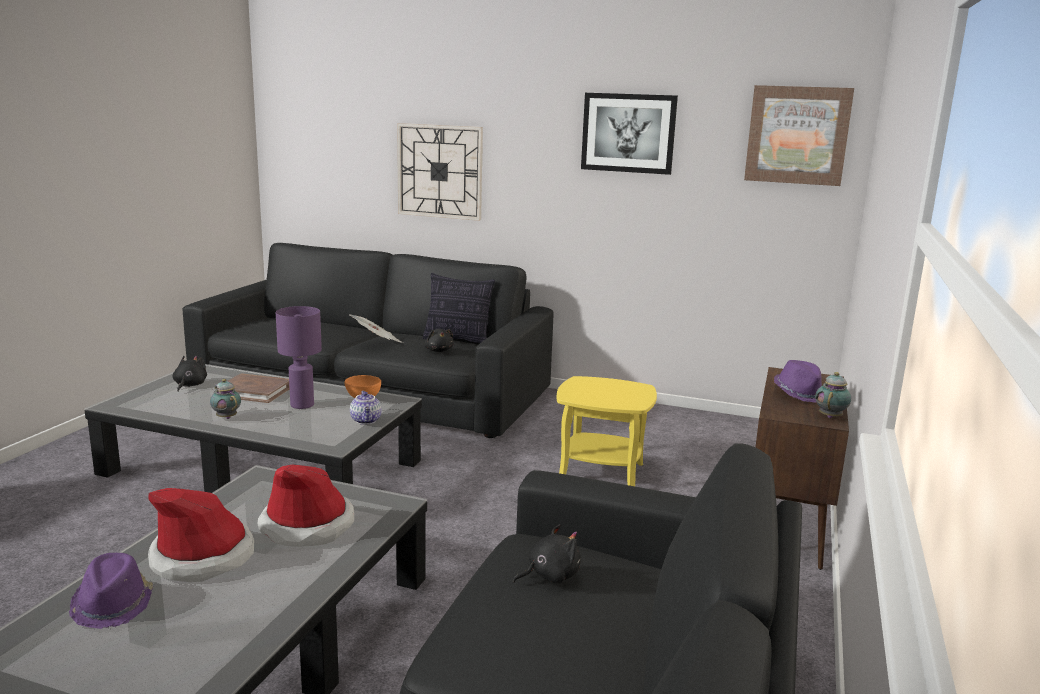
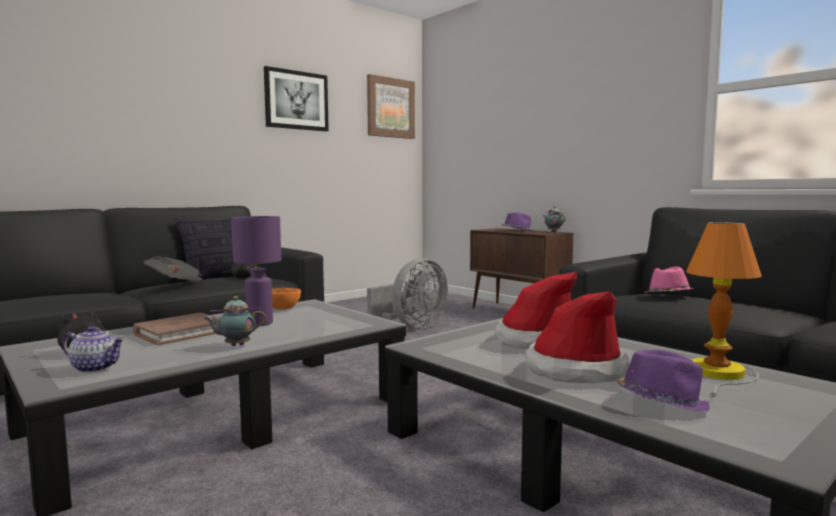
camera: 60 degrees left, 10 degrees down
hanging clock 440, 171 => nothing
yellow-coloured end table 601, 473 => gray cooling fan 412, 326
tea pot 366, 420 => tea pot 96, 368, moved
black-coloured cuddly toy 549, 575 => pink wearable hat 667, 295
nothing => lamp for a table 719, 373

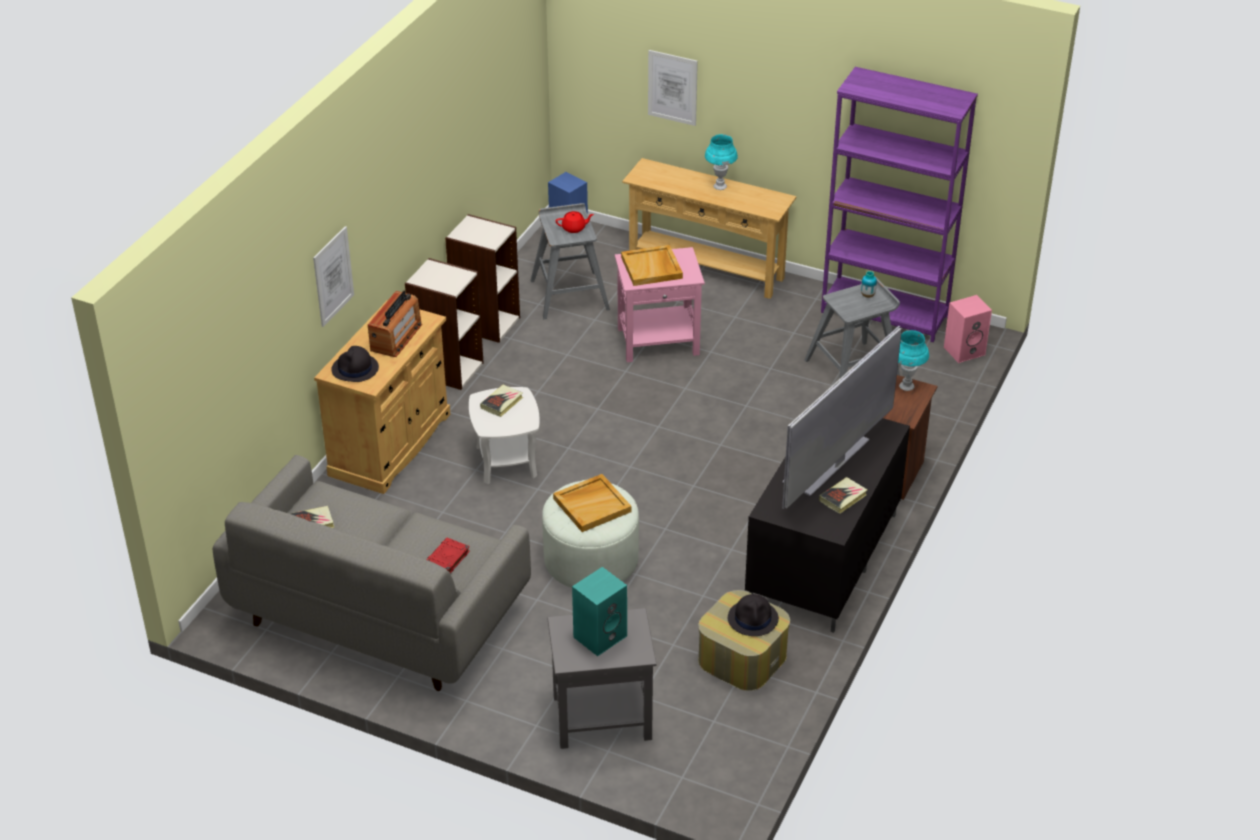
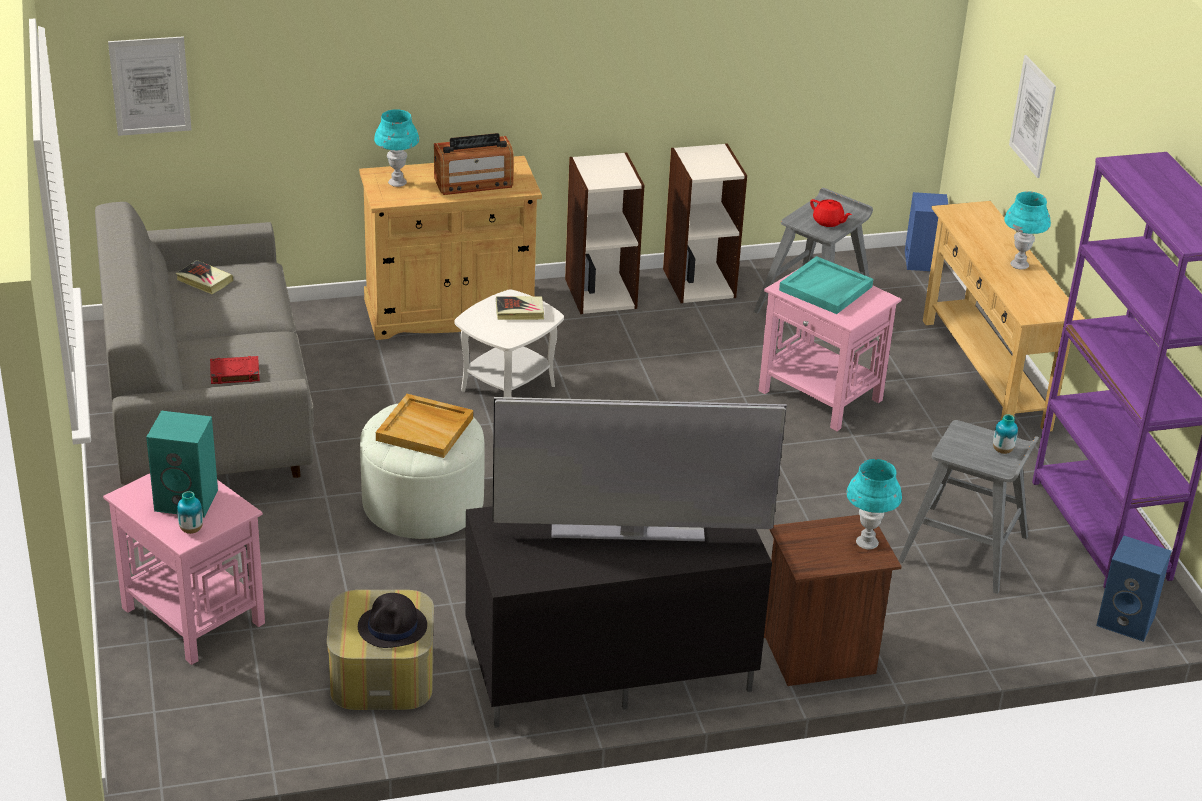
camera: 50 degrees right, 5 degrees down
wall art 333, 276 => wall art 150, 86, moved
beige serving tray 652, 268 => turquoise serving tray 826, 289
pink loudspeaker 964, 350 => blue-coloured loudspeaker 1127, 621
black-coloured wearable hat 355, 369 => turquoise lamp for a table 397, 182
book 843, 498 => nothing
gray end table 600, 717 => pink end table 192, 615
nothing => vase 191, 530

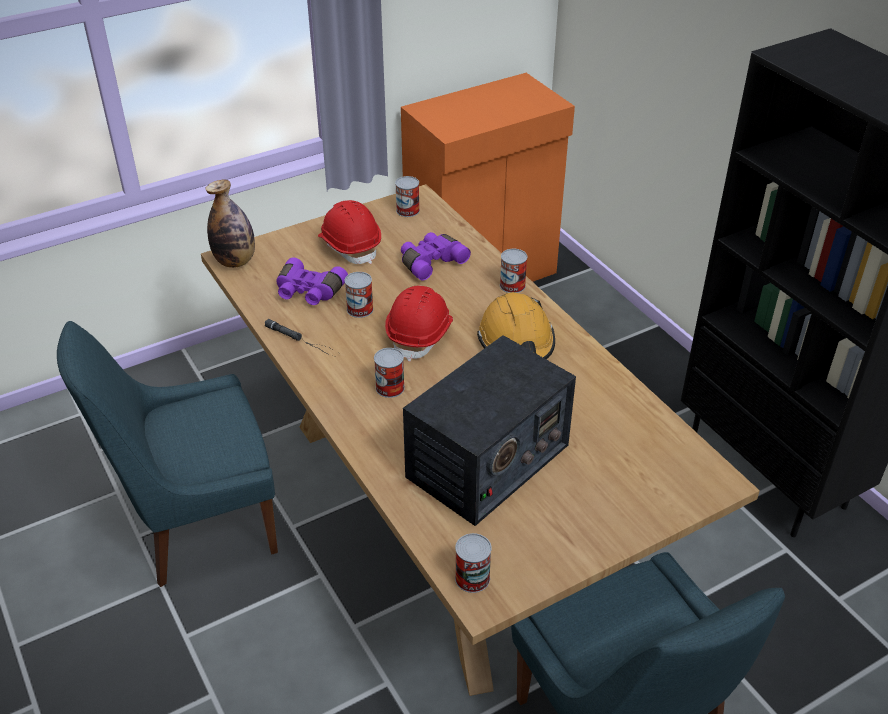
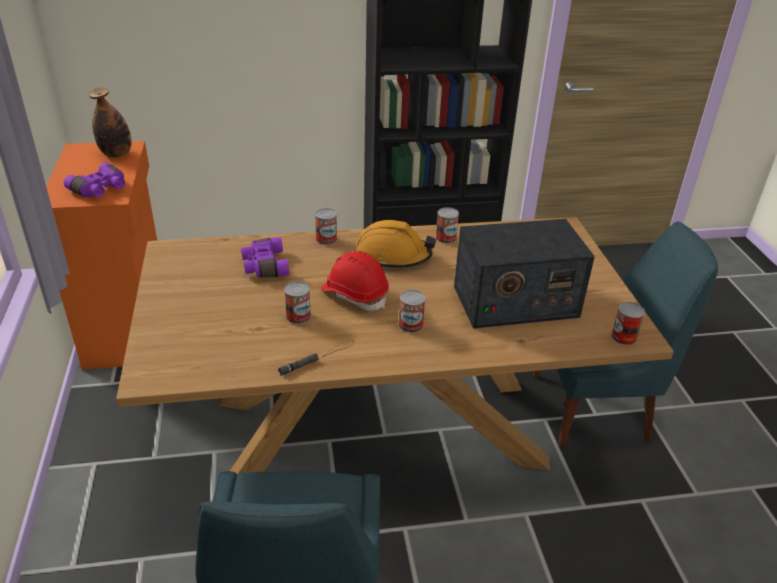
camera: 70 degrees left, 5 degrees down
metal can 407, 210 => metal can 446, 238, moved
beverage bottle 235, 261 => beverage bottle 116, 154, moved
red work helmet 350, 246 => nothing
purple-coloured field glasses 308, 292 => purple-coloured field glasses 100, 190, moved
radio receiver 487, 461 => radio receiver 514, 301, 105 degrees clockwise

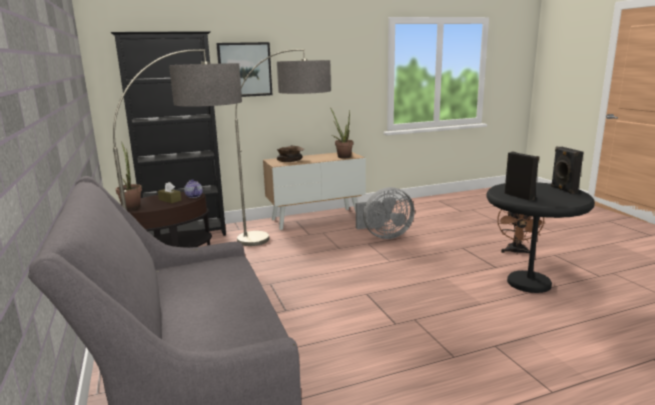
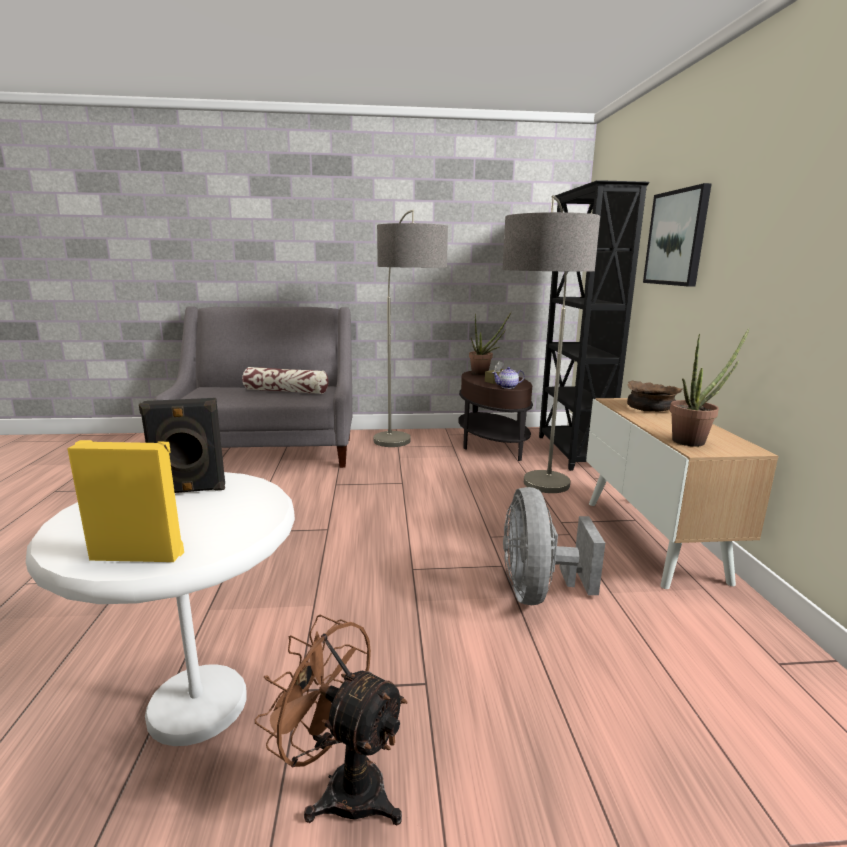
camera: 105 degrees right, 0 degrees up
black-coloured loudspeaker 563, 189 => yellow-coloured loudspeaker 139, 554
black-coloured end table 529, 283 => white end table 197, 705
nothing => throw pillow 286, 391

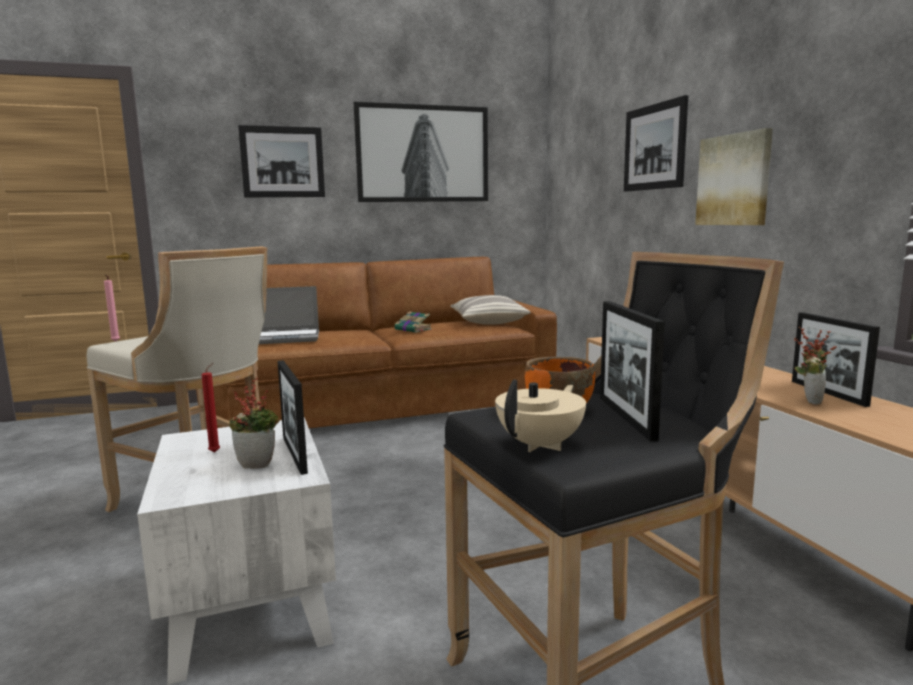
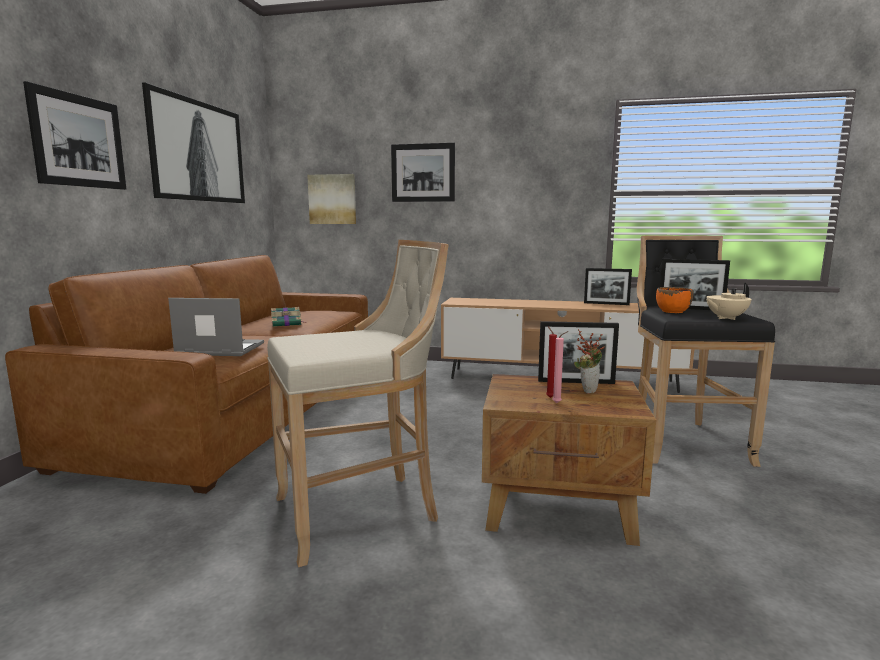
camera: 60 degrees left, 0 degrees up
wall art 734, 180 => wall art 332, 199, moved
pink wax light 115, 342 => pink wax light 558, 403, moved
notebook computer 288, 338 => notebook computer 219, 350, 105 degrees counterclockwise
throw pillow 488, 322 => nothing
plant in a pot 809, 400 => nothing
beige tea pot 541, 445 => beige tea pot 725, 318, 90 degrees counterclockwise
white end table 249, 605 => brown-coloured end table 560, 508

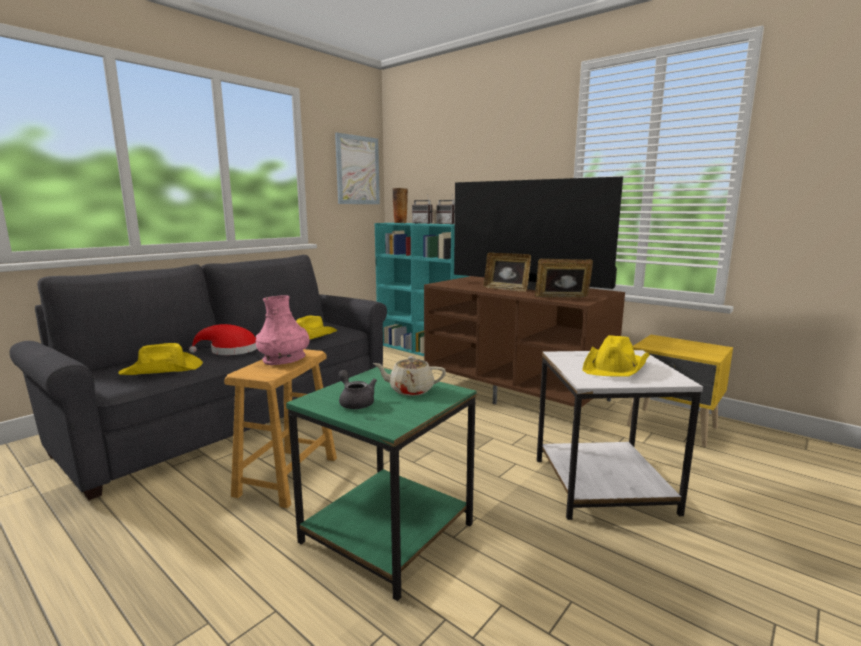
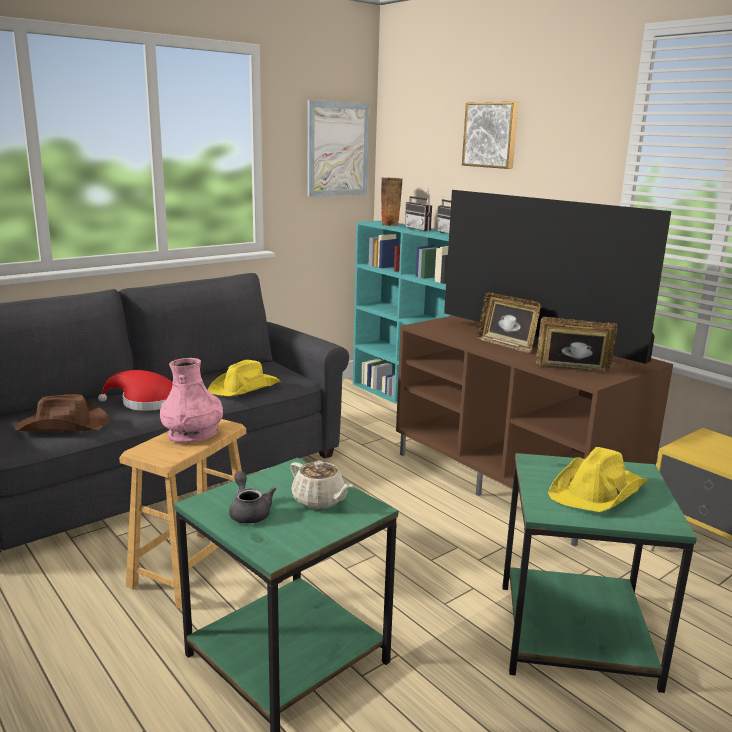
camera: 10 degrees right, 5 degrees up
yellow-coloured wearable hat 163, 369 => brown-coloured wearable hat 64, 425
white end table 603, 484 => green end table 576, 633
beige tea pot 410, 390 => beige tea pot 319, 501, 150 degrees counterclockwise
nothing => wall art 491, 135

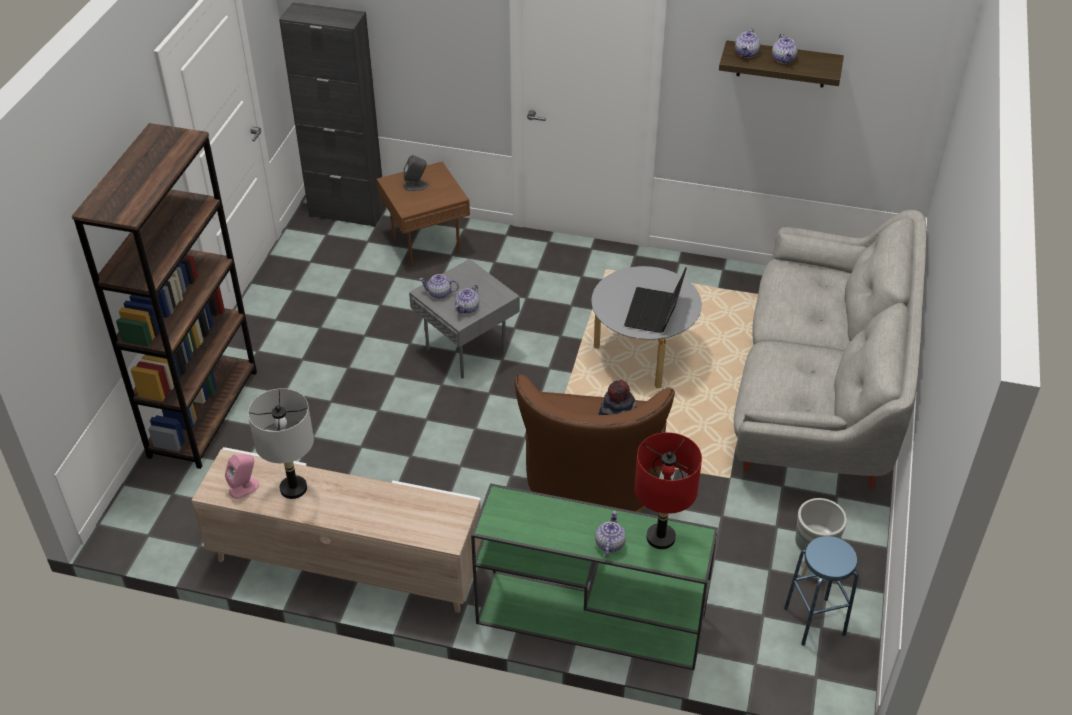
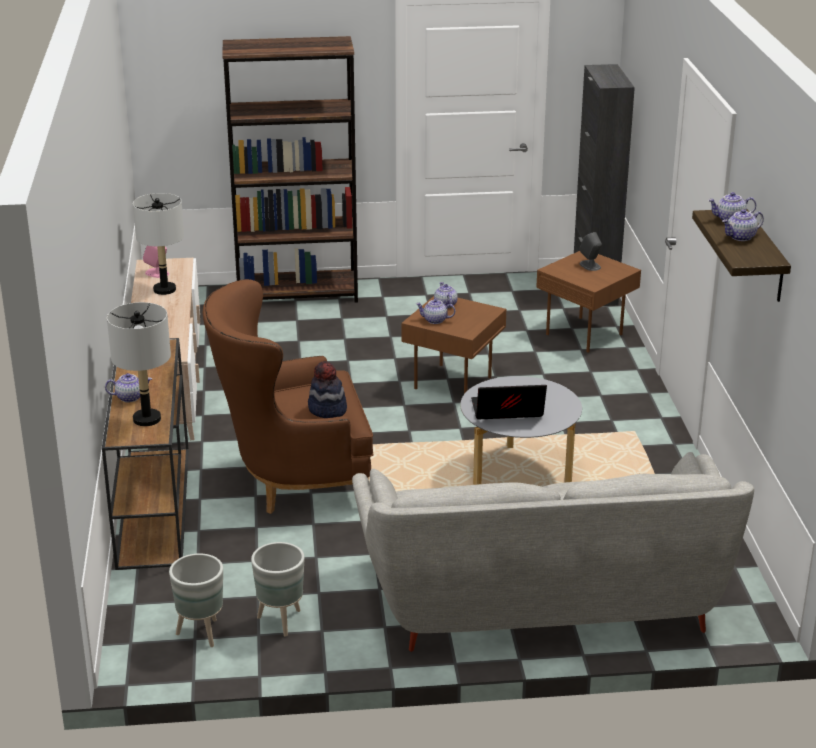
camera: 70 degrees right, 15 degrees down
gray end table 468, 350 => brown-coloured end table 453, 384
red lamp for a table 661, 537 => gray lamp for a table 147, 419
green narrow table 588, 619 => brown-coloured narrow table 153, 504
blue-coloured sitting stool 814, 621 => gray plant pot 201, 633

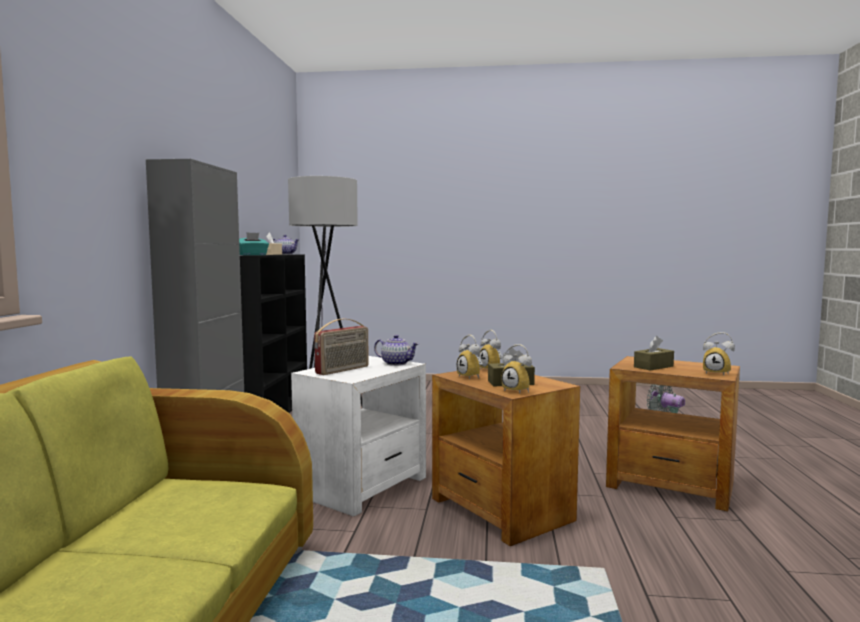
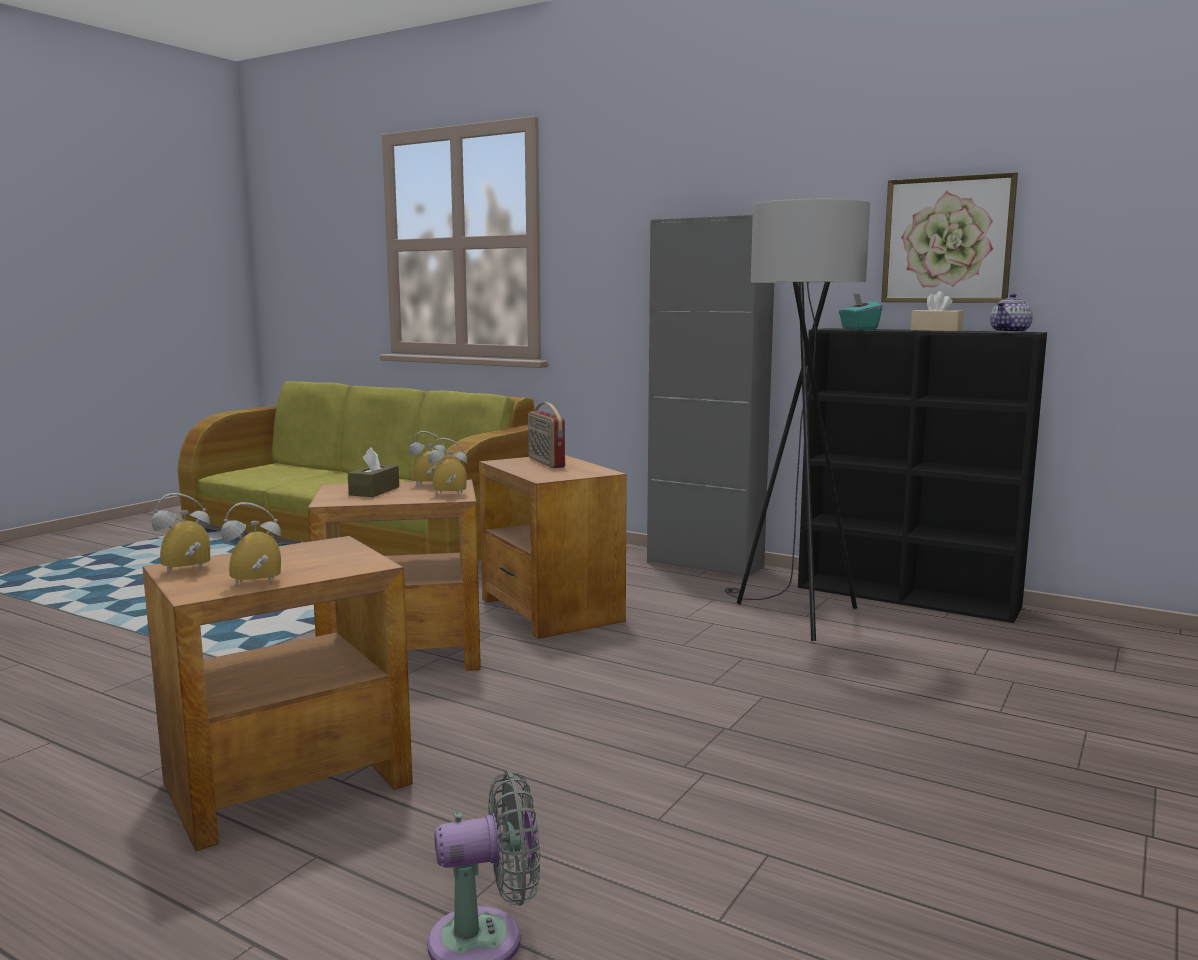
camera: 115 degrees right, 5 degrees up
tea pot 396, 363 => nothing
brown-coloured tissue box 653, 366 => nothing
alarm clock 519, 391 => alarm clock 255, 585, moved
white end table 363, 486 => brown-coloured end table 551, 610
nothing => wall art 947, 240

